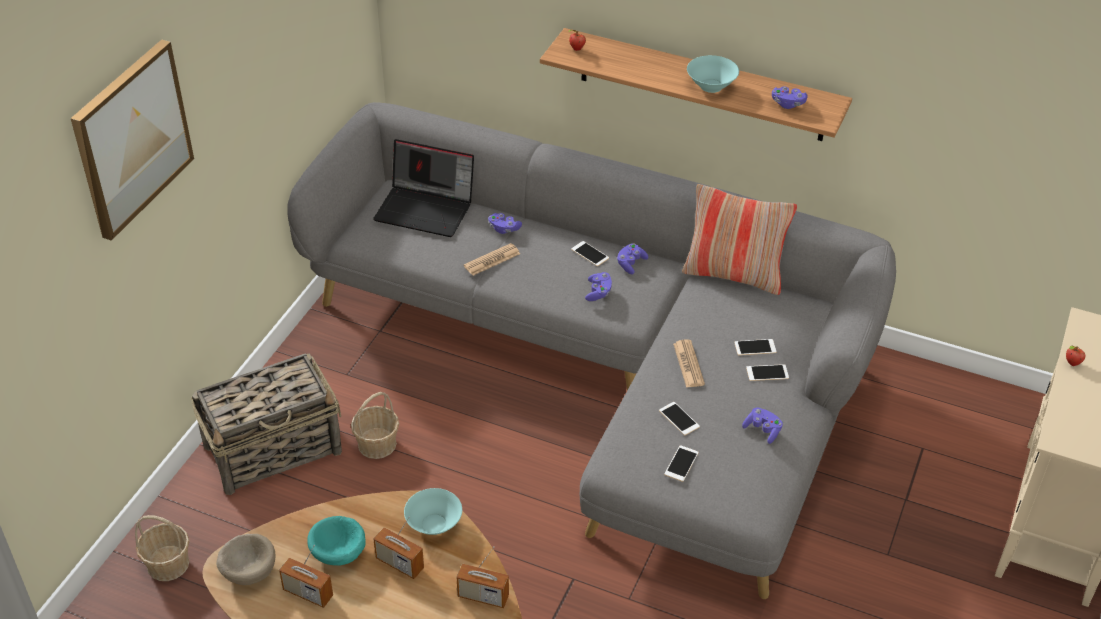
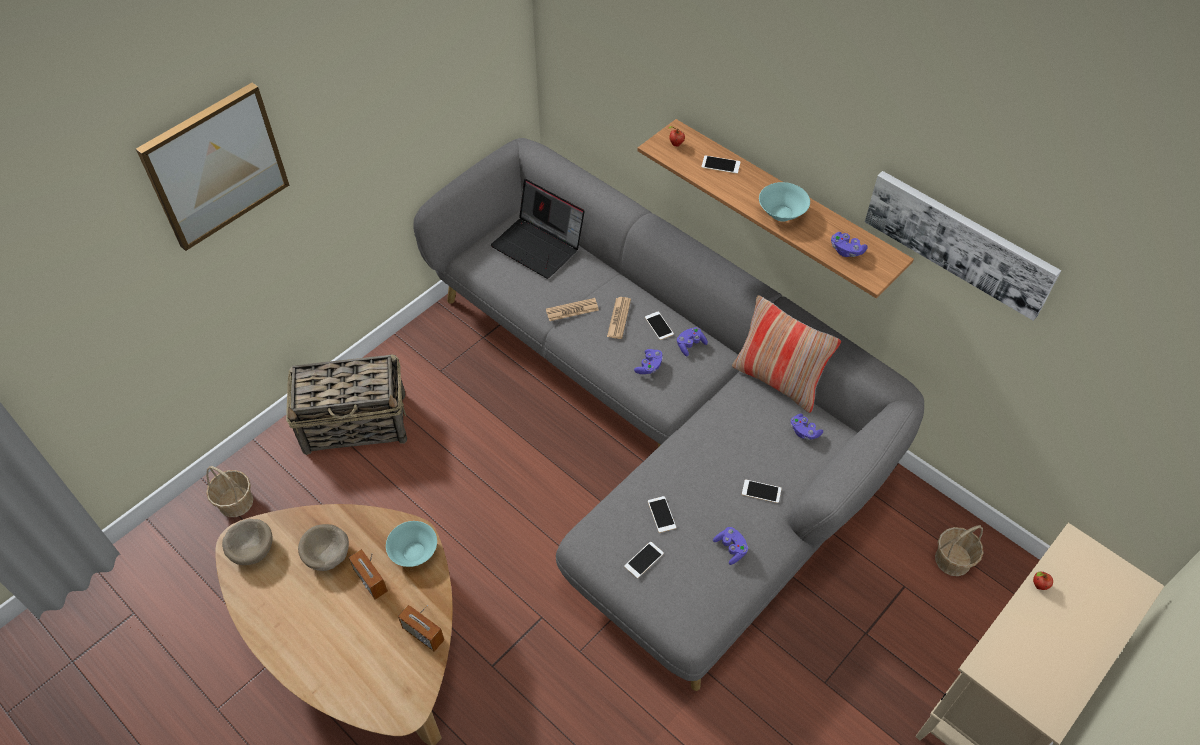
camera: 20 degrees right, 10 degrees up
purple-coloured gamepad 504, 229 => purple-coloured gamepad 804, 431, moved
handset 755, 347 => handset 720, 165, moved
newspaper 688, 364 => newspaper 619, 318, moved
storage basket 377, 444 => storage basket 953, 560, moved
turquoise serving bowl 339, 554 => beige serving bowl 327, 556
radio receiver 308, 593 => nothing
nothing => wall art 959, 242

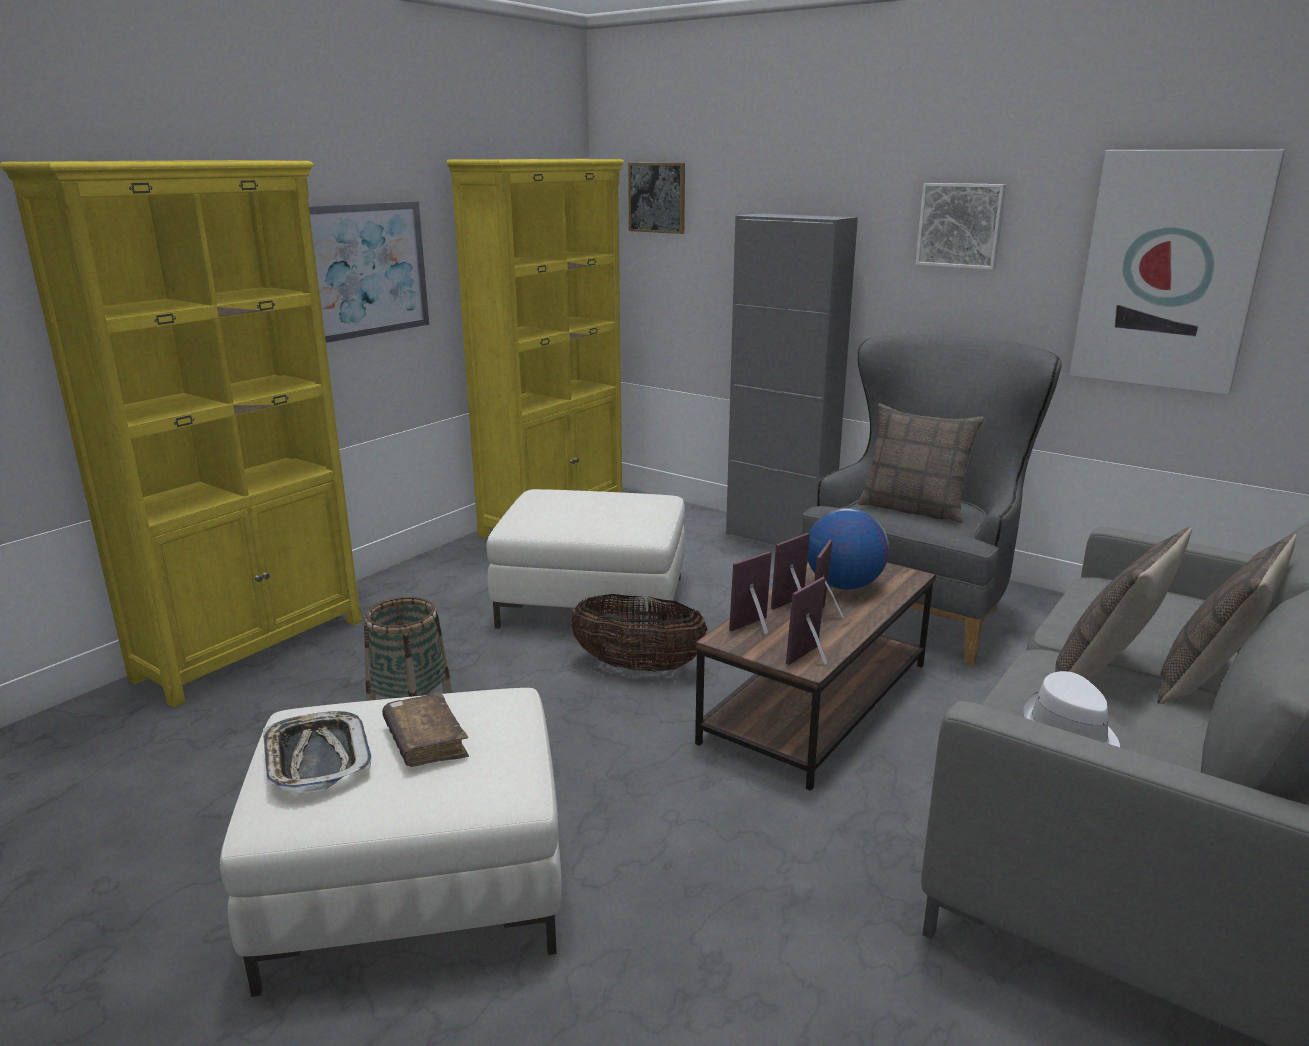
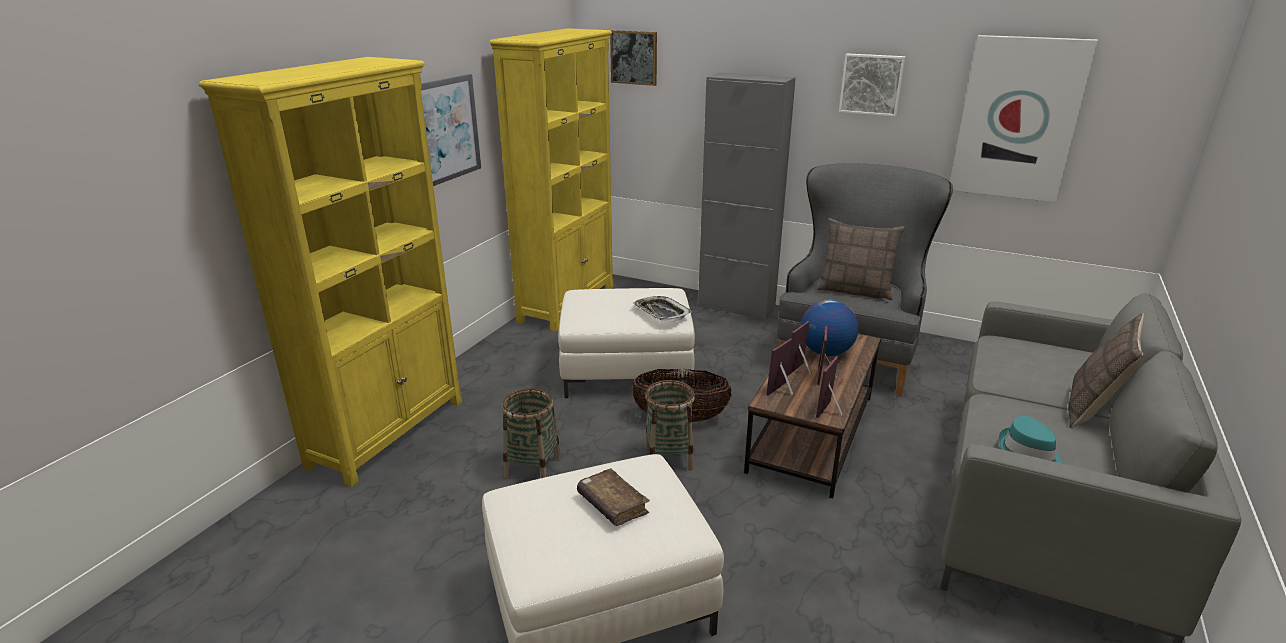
camera: 10 degrees left, 5 degrees up
throw pillow 1106, 674 => nothing
white wearable hat 1069, 730 => turquoise wearable hat 1028, 453
serving tray 316, 758 => serving tray 661, 313, moved
nothing => storage basket 668, 458

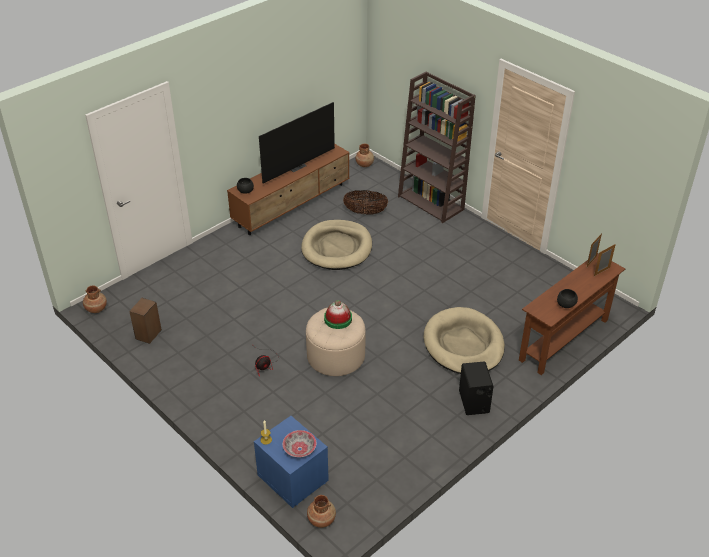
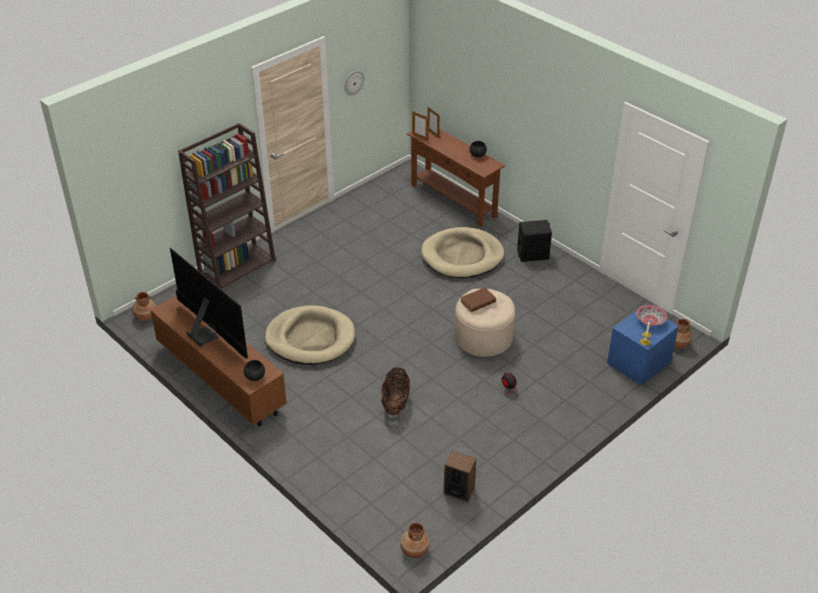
camera: 90 degrees left, 0 degrees up
storage basket 365, 212 => storage basket 395, 403, moved
wearable hat 338, 319 => brown-coloured book 478, 302
nothing => hanging clock 353, 82

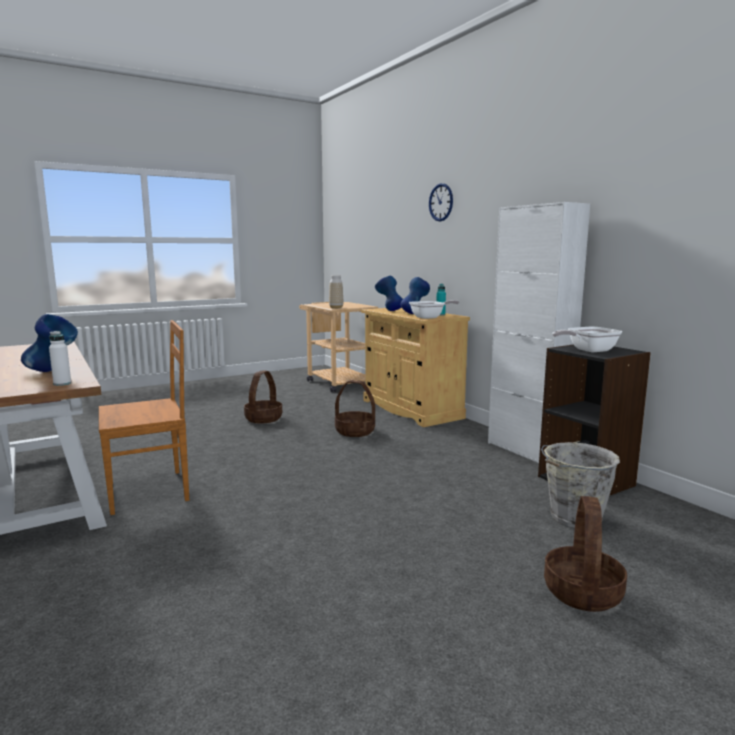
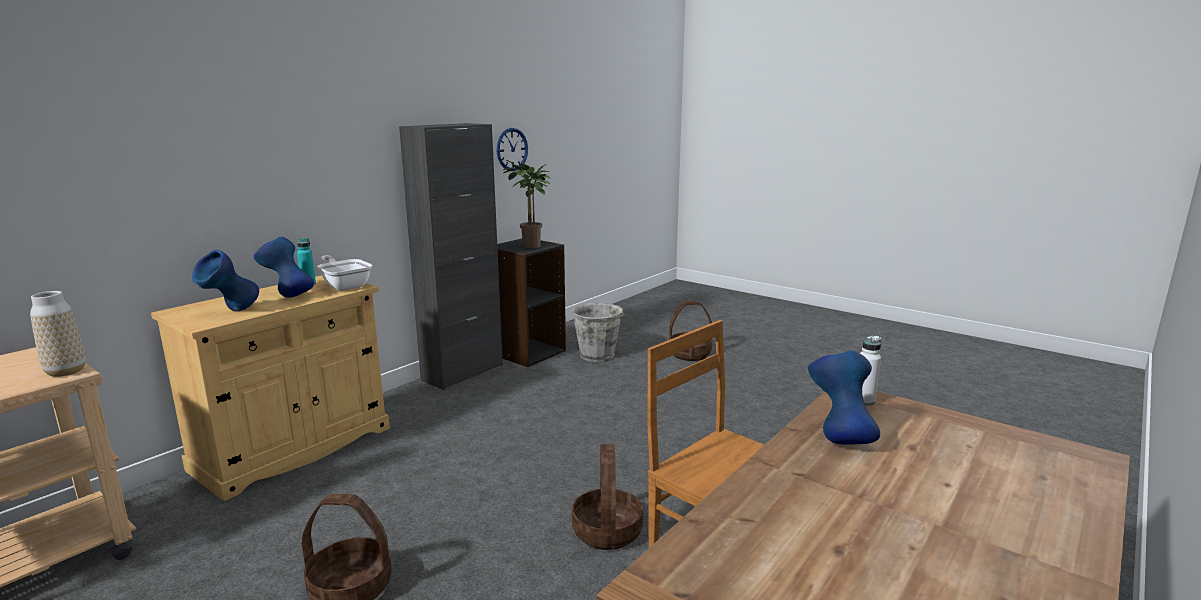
camera: 110 degrees left, 5 degrees up
hanging clock 441, 202 => hanging clock 512, 149, moved
white cupboard 527, 451 => black-coloured cupboard 462, 372
frying pan 588, 350 => plant in a pot 531, 247
storage basket 355, 431 => storage basket 606, 531, moved

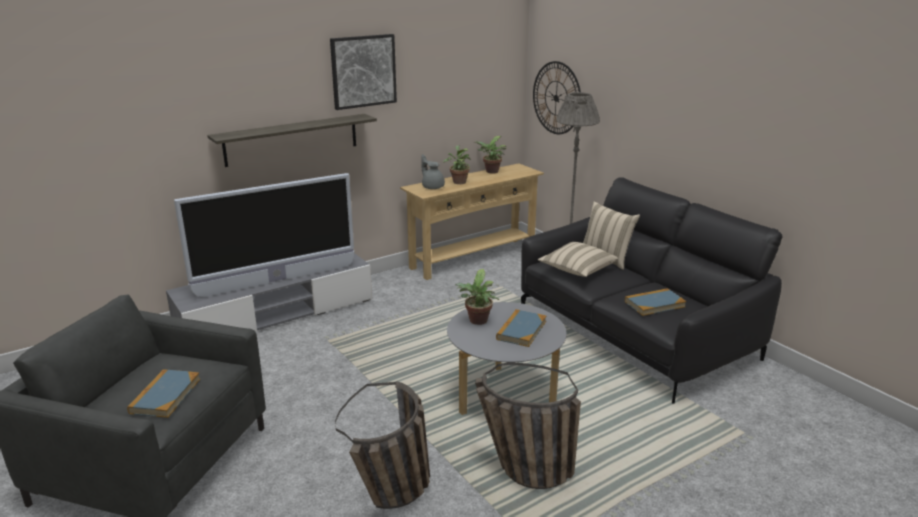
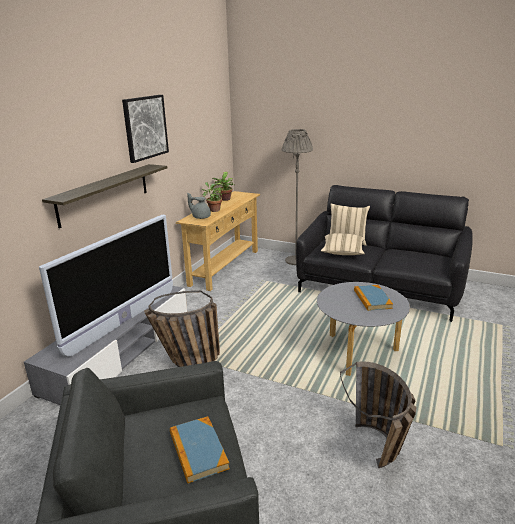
camera: 30 degrees left, 0 degrees up
hanging clock 556, 98 => nothing
plant in a pot 477, 321 => nothing
book 654, 304 => nothing
storage basket 520, 471 => storage basket 185, 362, moved

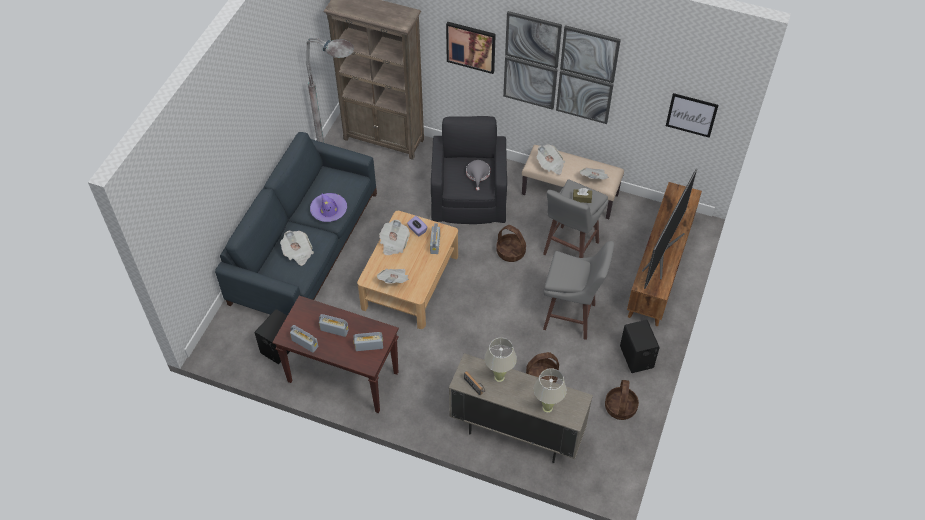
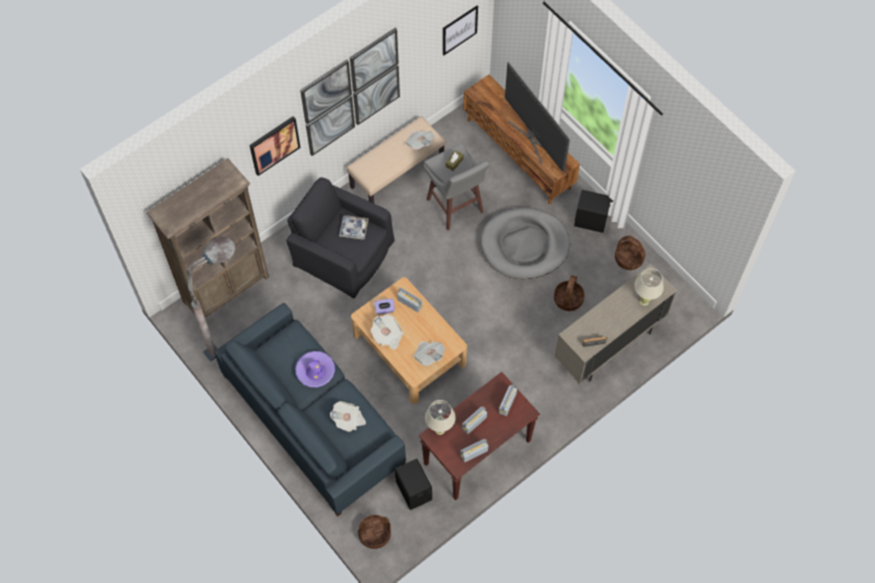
camera: 60 degrees left, 10 degrees up
newspaper 550, 165 => nothing
gray wearable hat 478, 174 => serving tray 353, 229
storage basket 511, 252 => storage basket 375, 534, moved
gray sitting stool 571, 317 => gray dog cushion 524, 245
beige lamp for a table 499, 377 => beige lamp for a table 440, 430, moved

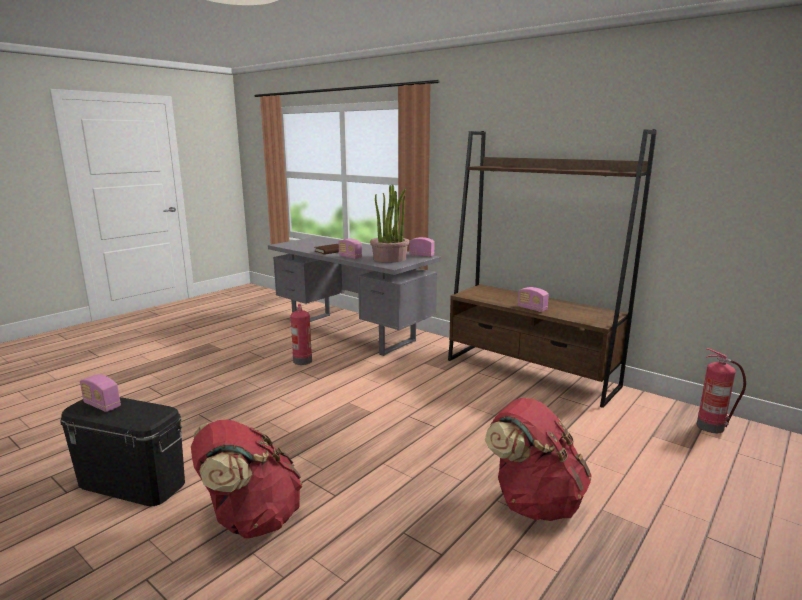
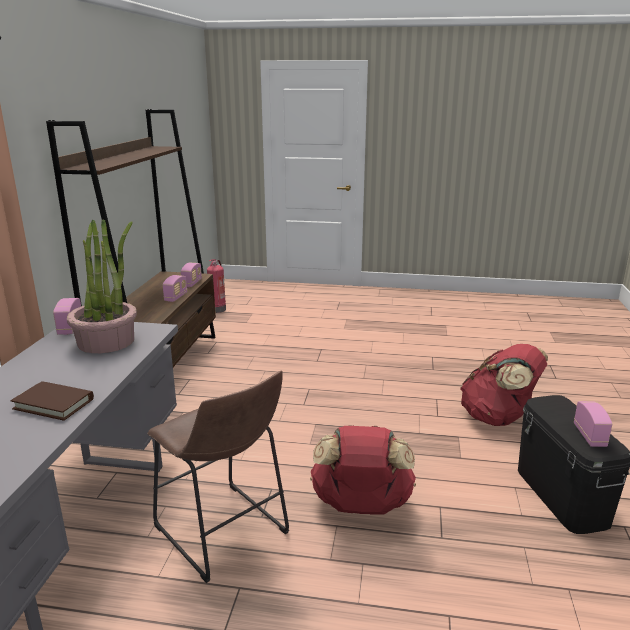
camera: 120 degrees left, 5 degrees up
radio receiver 350, 257 => radio receiver 192, 283, moved
fire extinguisher 302, 360 => brown-coloured sitting stool 224, 534
red rucksack 534, 502 => red rucksack 361, 507, moved

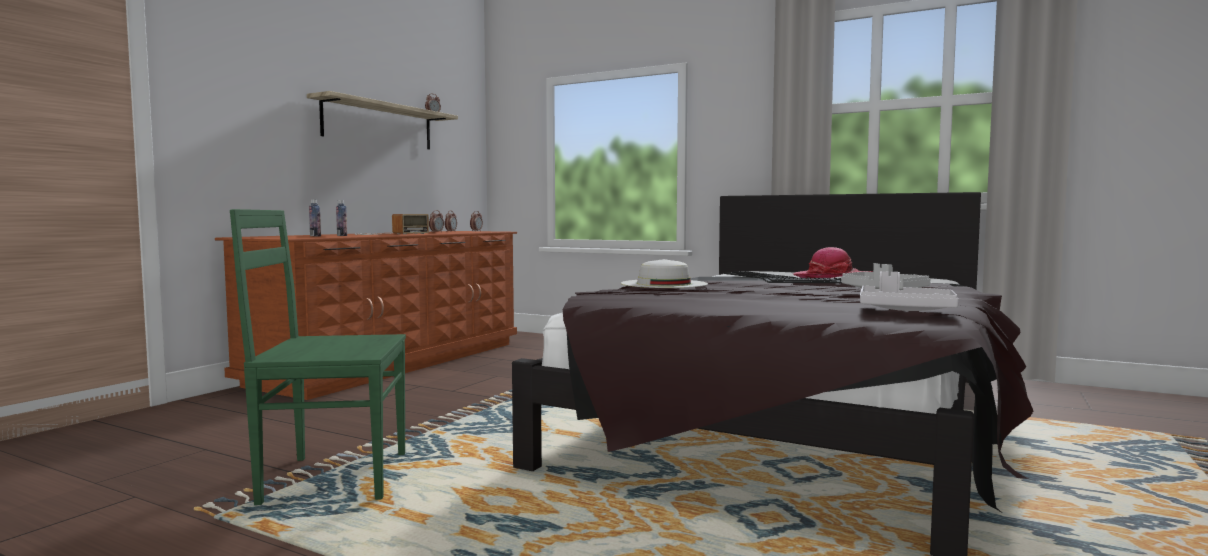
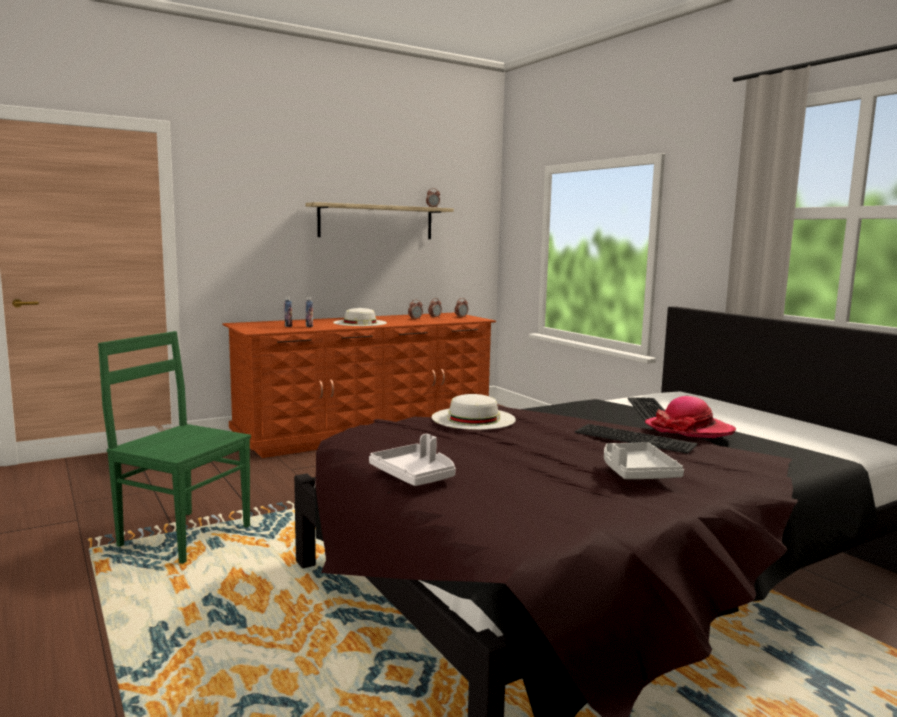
camera: 30 degrees right, 5 degrees up
radio receiver 388, 234 => white wearable hat 360, 323
white serving tray 905, 310 => white serving tray 415, 476, moved

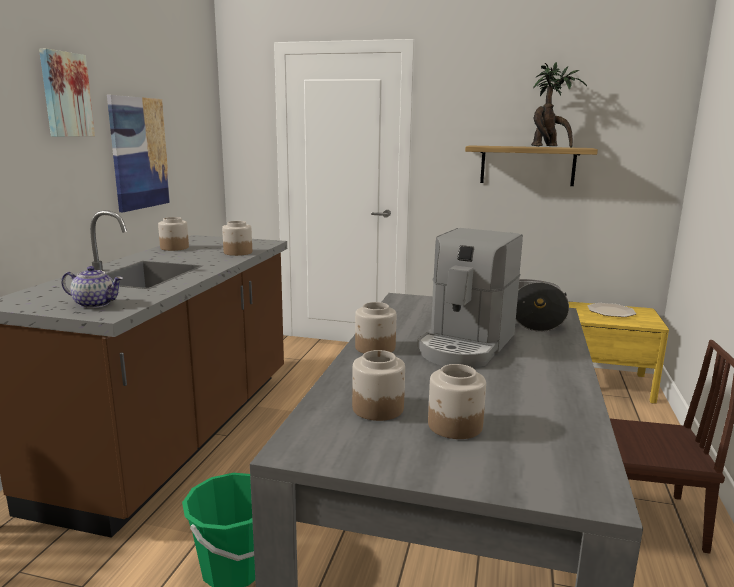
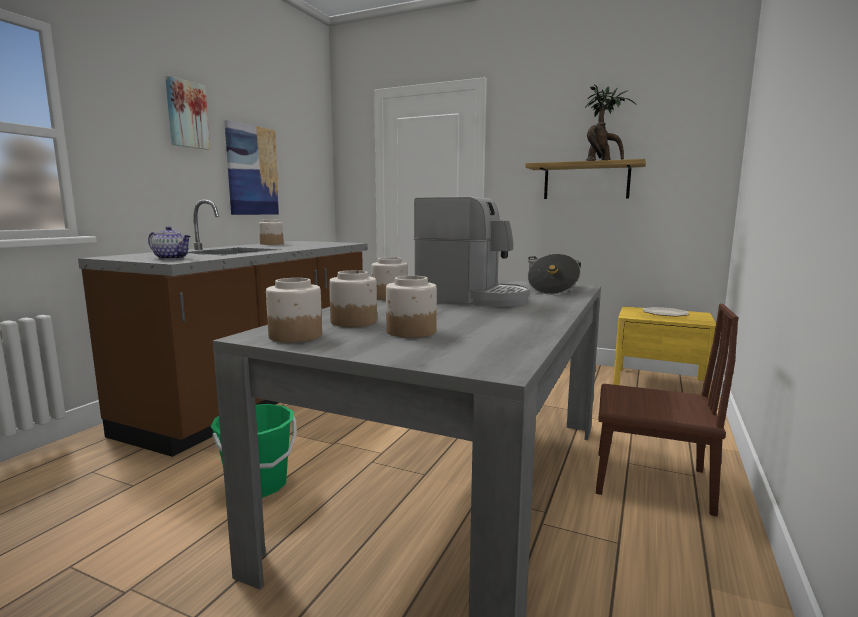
camera: 10 degrees right, 5 degrees down
preserve jar 237, 252 => preserve jar 295, 336, moved
coffee maker 466, 345 => coffee maker 472, 298, 105 degrees counterclockwise

